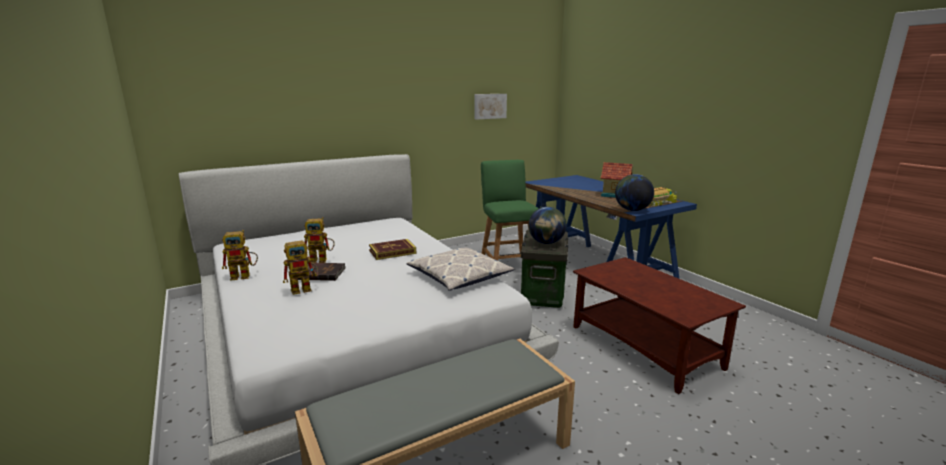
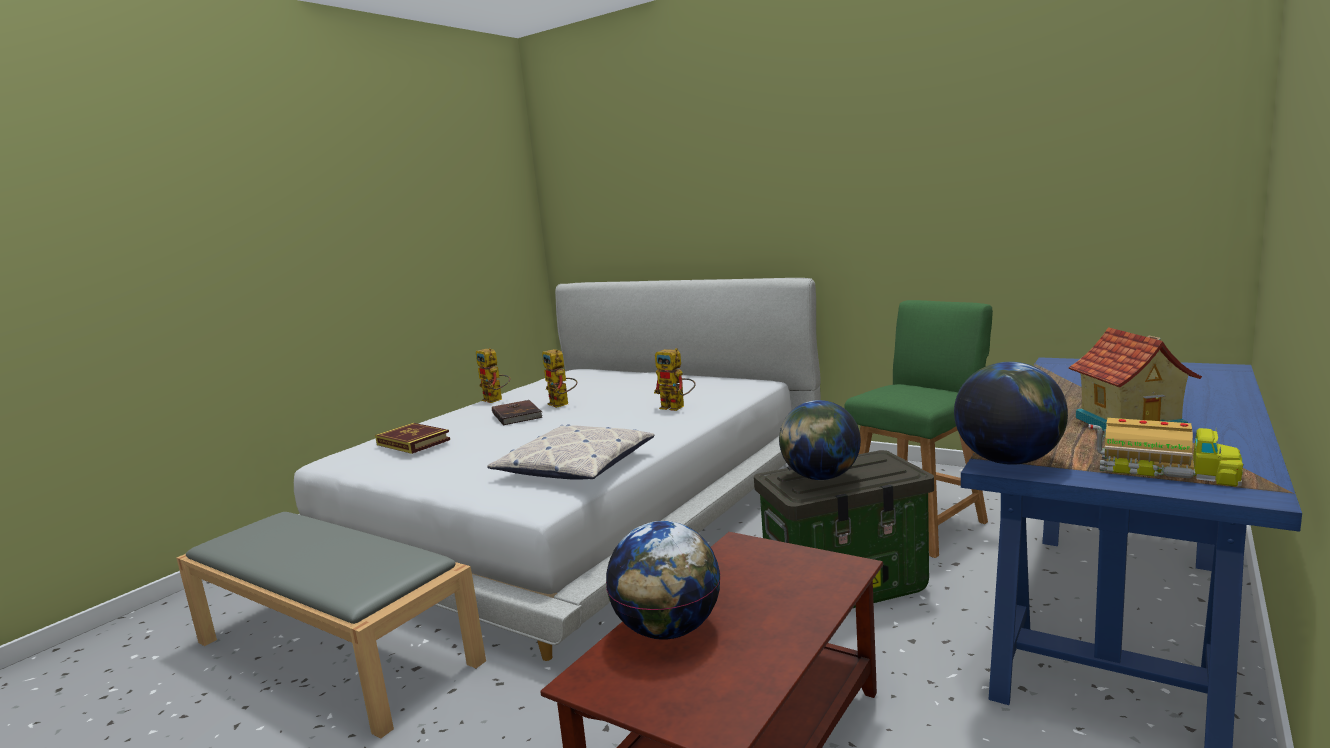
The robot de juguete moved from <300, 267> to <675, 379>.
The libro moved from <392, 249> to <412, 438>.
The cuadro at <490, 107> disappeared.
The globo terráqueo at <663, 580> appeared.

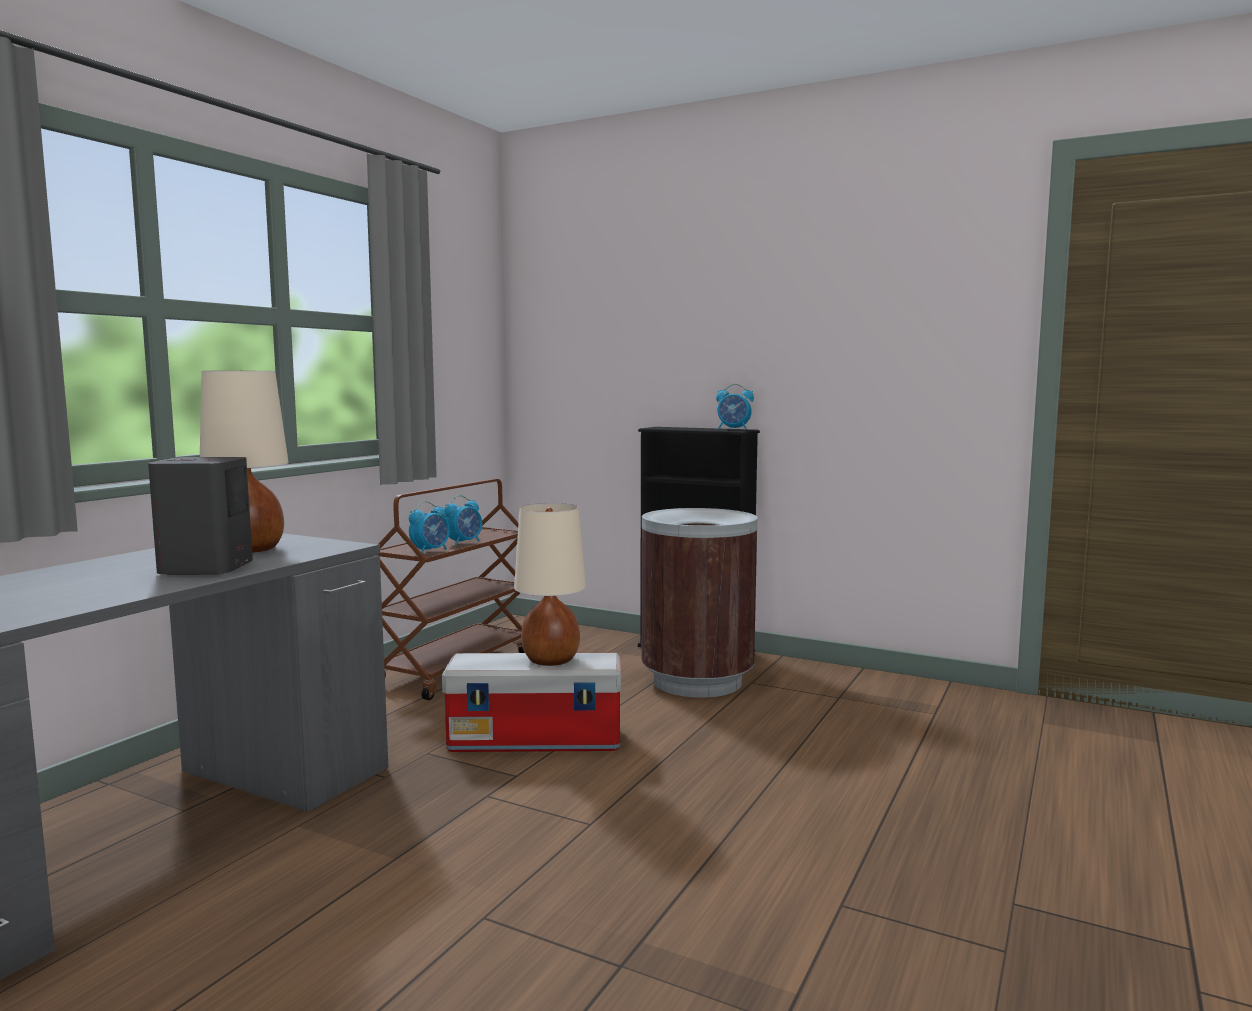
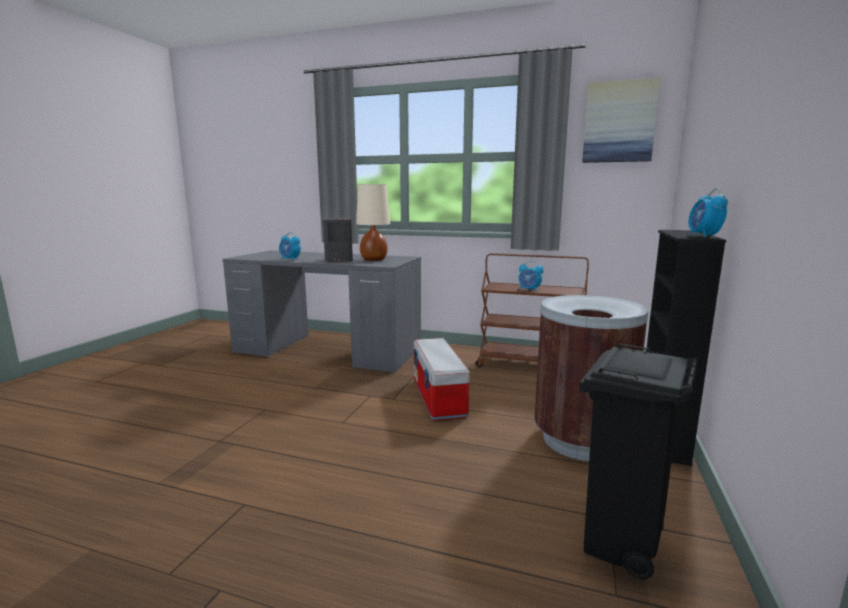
The despertador moved from <429, 527> to <290, 246>.
The lámpara de mesa (beis) at <550, 584> disappeared.
The papelera (negro) at <639, 461> appeared.
The cuadro at <621, 120> appeared.

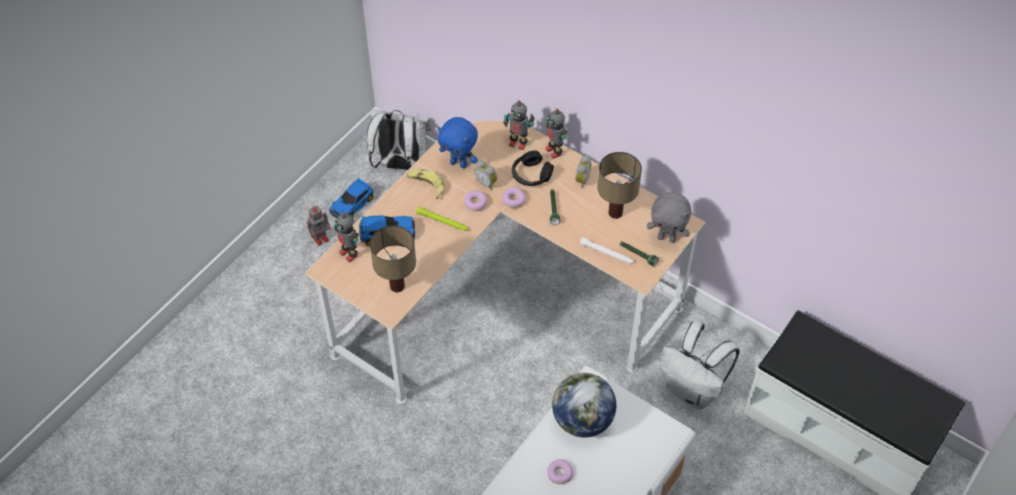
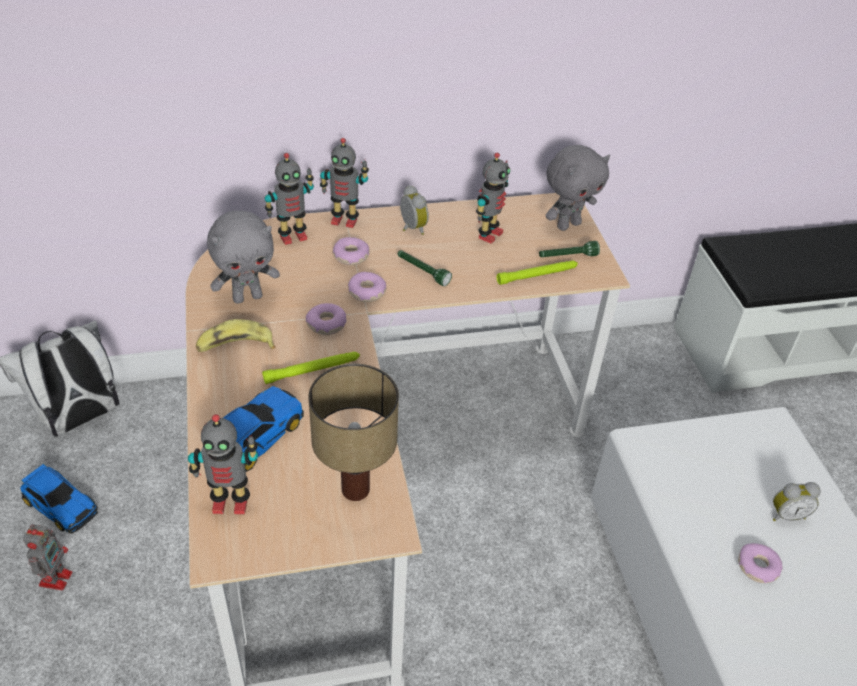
The coche de juguete at <351, 198> turned 45 degrees counterclockwise.
The peluche (azul) at <458, 142> became the peluche (gris) at <243, 257>.
The despertador moved from <485, 175> to <797, 501>.
The auriculares (negro) at <533, 168> was replaced by the rosquilla at <351, 251>.
The globo terráqueo at <584, 405> disappeared.
The linterna (blanco) at <607, 250> became the linterna (verde) at <537, 272>.
The lámpara de mesa at <619, 185> was replaced by the robot de juguete at <493, 198>.
The mochila (blanco) at <699, 365> disappeared.

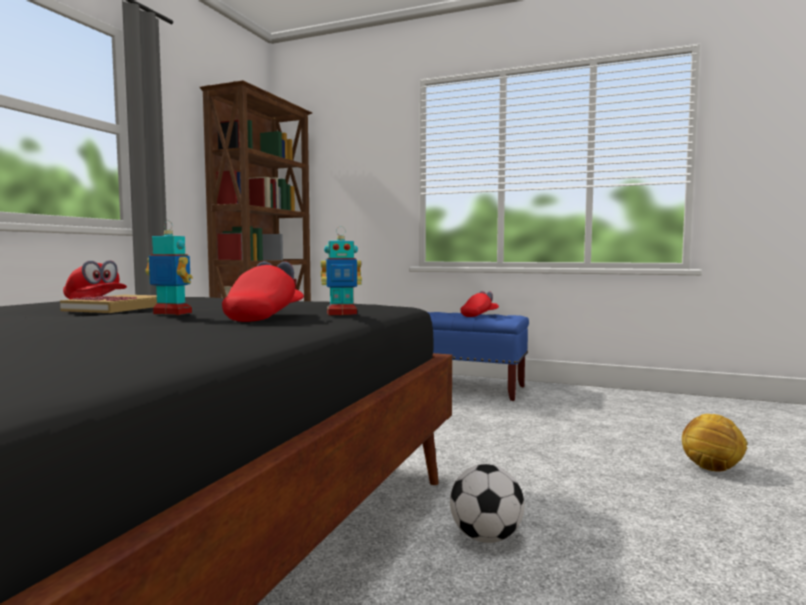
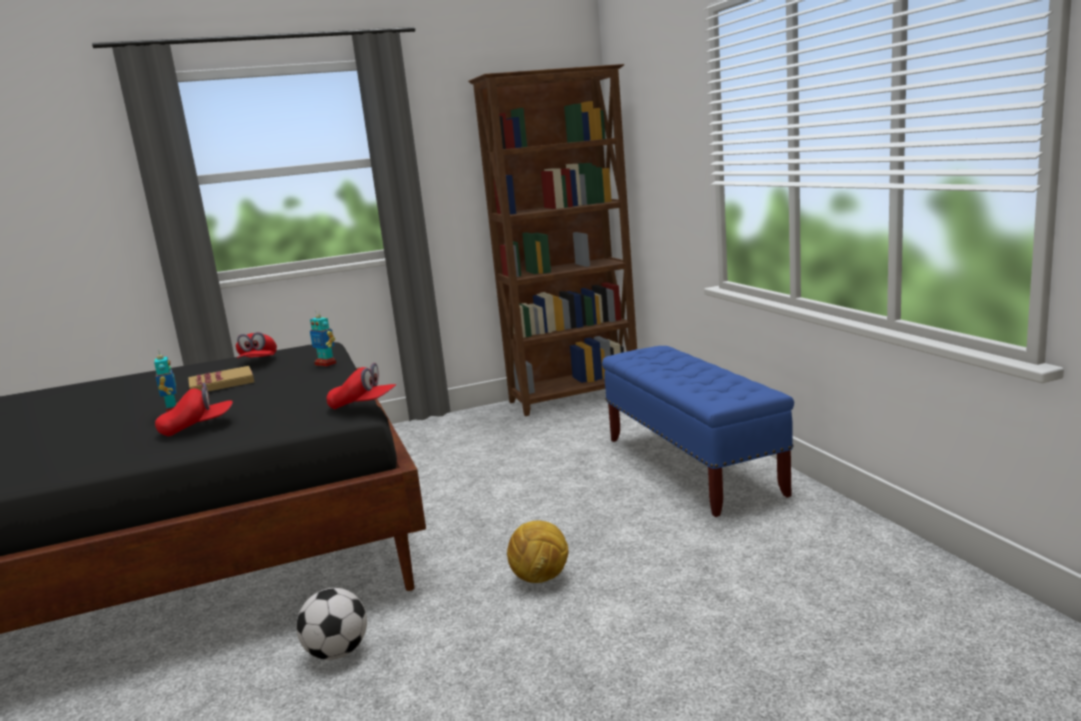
The robot de juguete moved from <341, 270> to <323, 338>.
The gorra (rojo) moved from <480, 304> to <361, 386>.
The balón de fútbol moved from <715, 443> to <537, 552>.

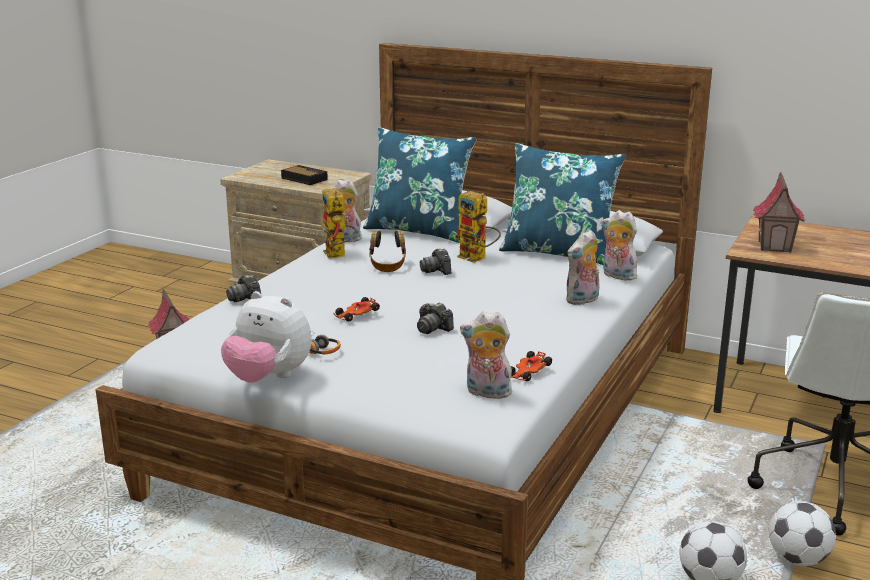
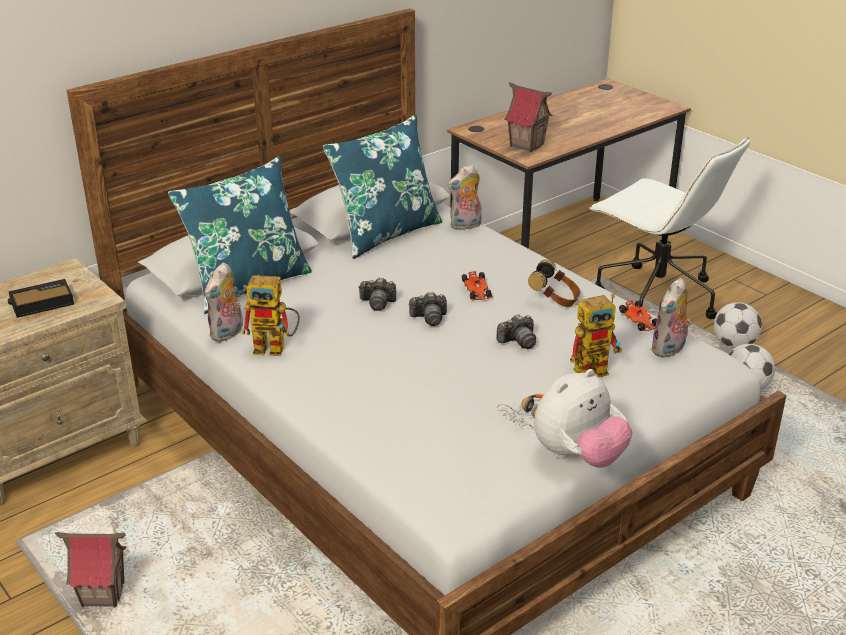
The cámara moved from <243, 288> to <427, 309>.
The coche de juguete moved from <356, 309> to <477, 285>.
The auriculares moved from <387, 251> to <554, 283>.
The robot de juguete moved from <477, 227> to <596, 335>.
The peluche at <582, 267> disappeared.

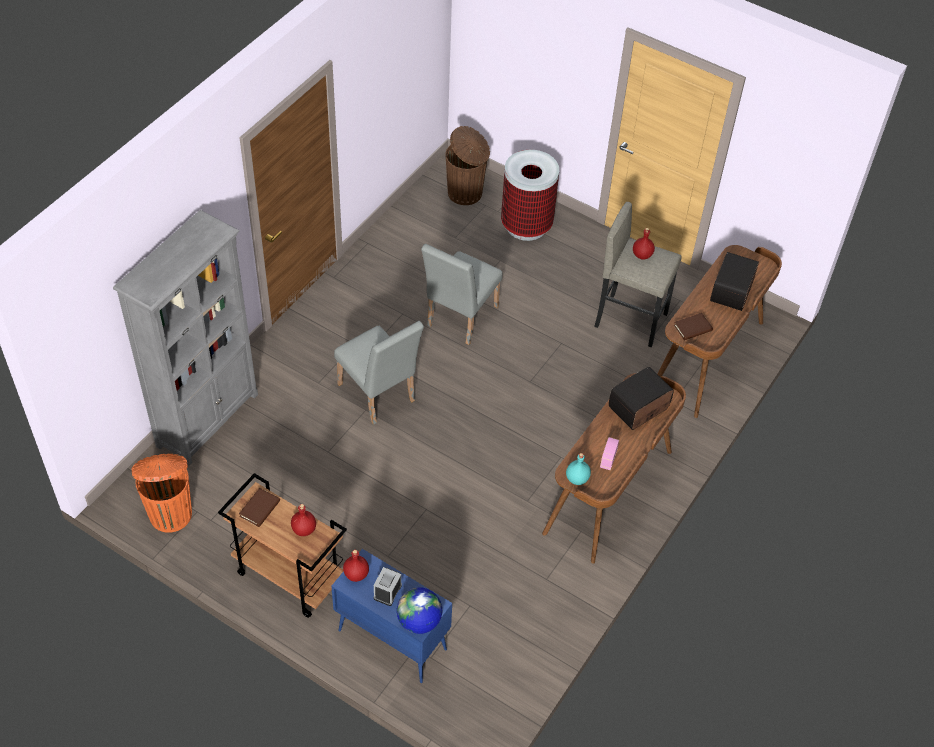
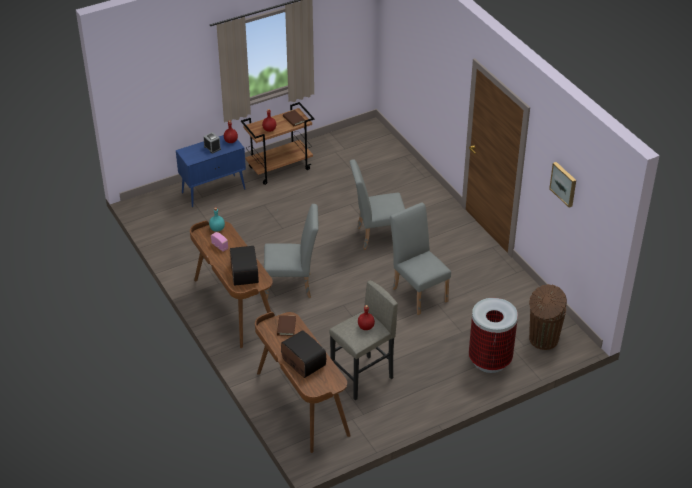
The estantería (gris) at <185, 338> disappeared.
The papelera (naranja) at <162, 493> disappeared.
The globo terráqueo at <419, 610> disappeared.
The silla (gris) at <291, 251> appeared.
The cuadro at <562, 185> appeared.

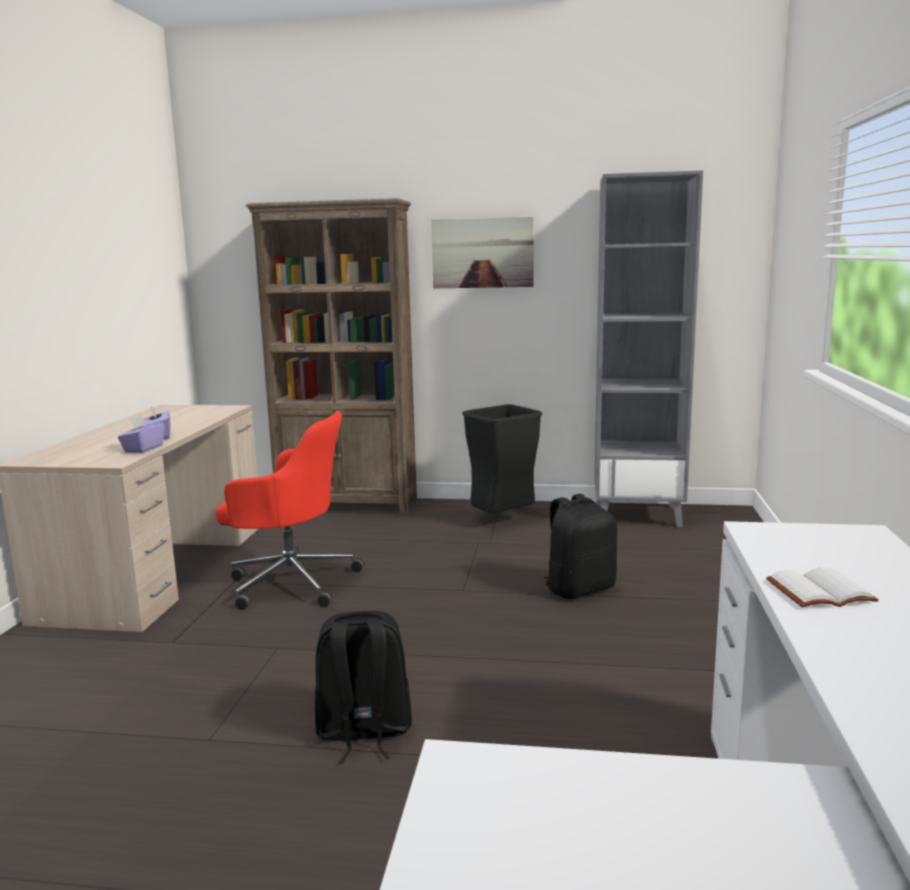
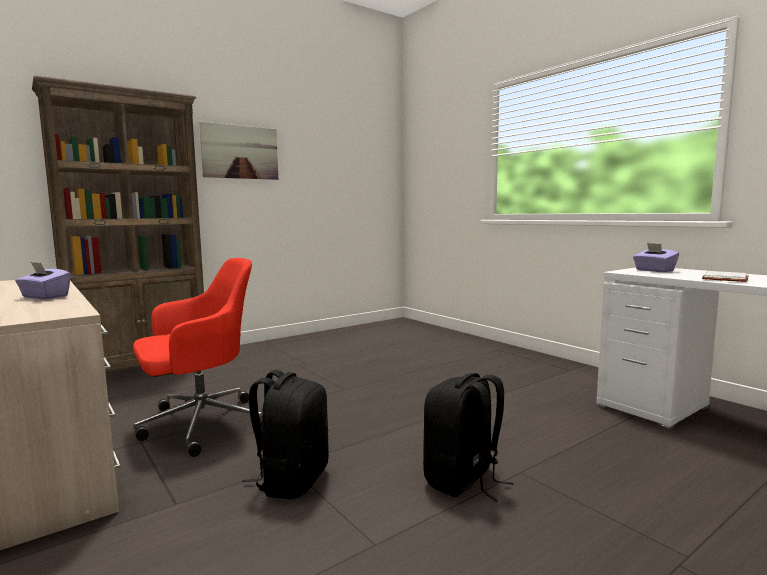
The caja de pañuelos (morado) moved from <141, 434> to <656, 257>.
The papelera (negro) at <502, 459> disappeared.
The mochila (negro) moved from <580, 546> to <285, 434>.
The estantería (gris) at <649, 348> disappeared.

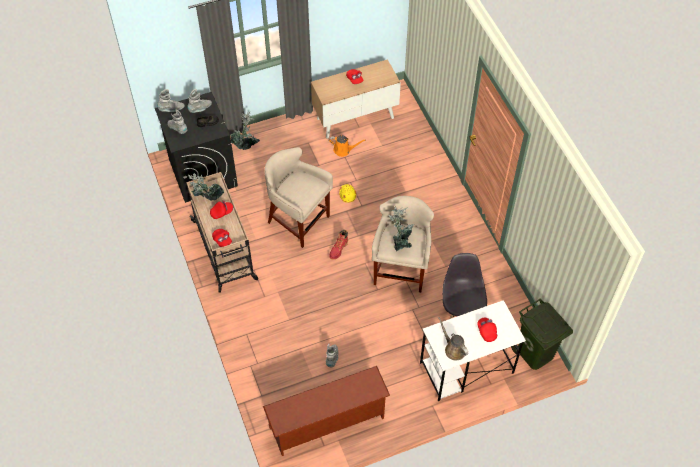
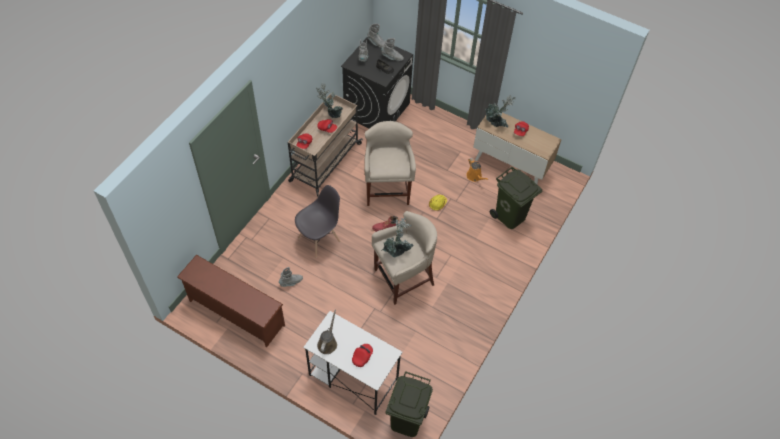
The planta en maceta moved from <245, 131> to <500, 111>.
The silla (gris) moved from <464, 286> to <318, 221>.
The papelera (verde) at <516, 198> appeared.

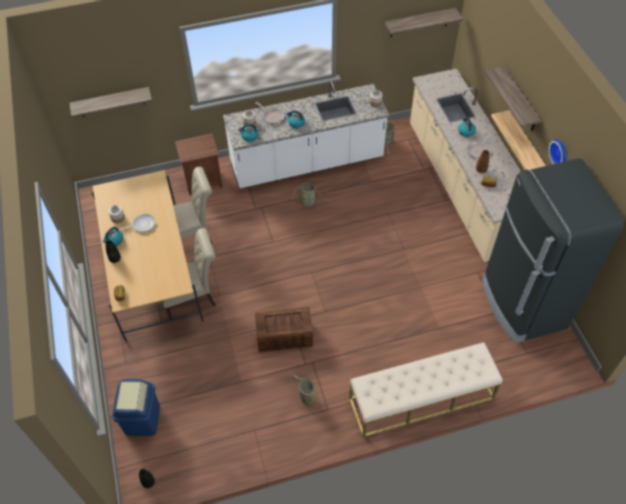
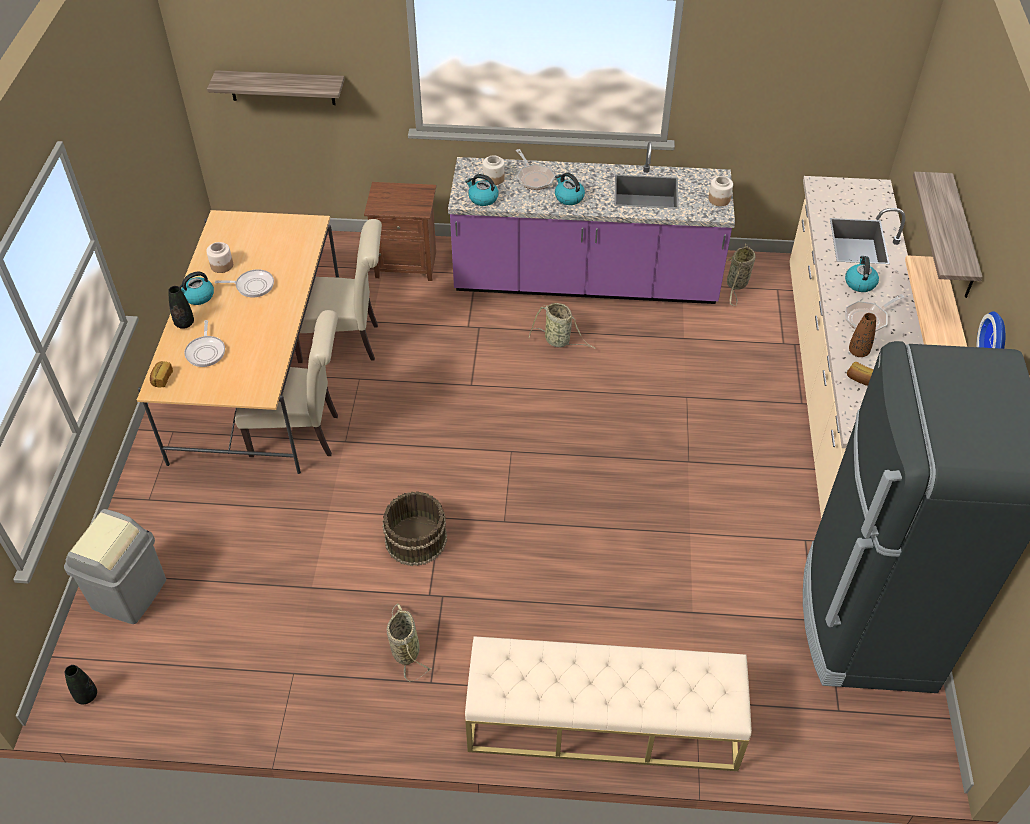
The papelera (azul) at <136, 407> became the papelera (gris) at <115, 566>.
The mueble bajo de cocina (blanco) at <306, 135> became the mueble bajo de cocina (morado) at <591, 223>.
The caja de embalaje at <284, 329> was replaced by the cubo (marrón) at <414, 528>.
The estante at <424, 22> disappeared.
The sartén at <204, 343> appeared.

